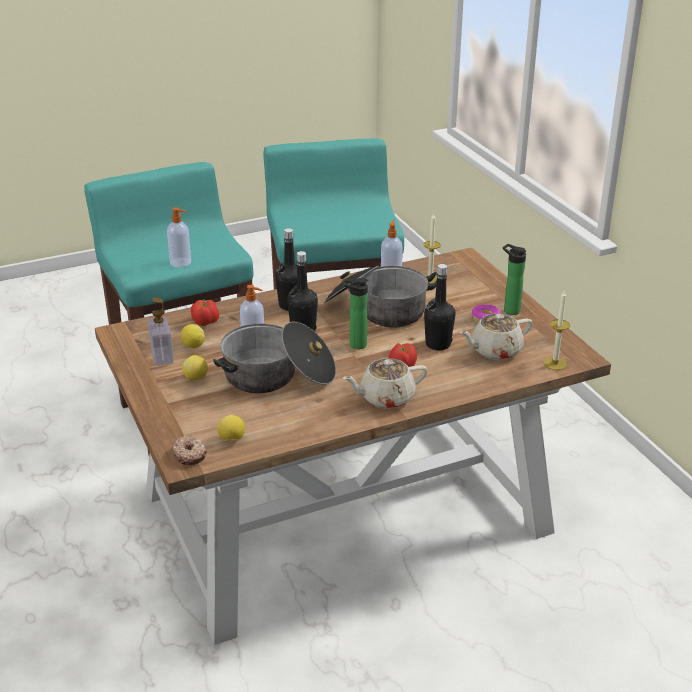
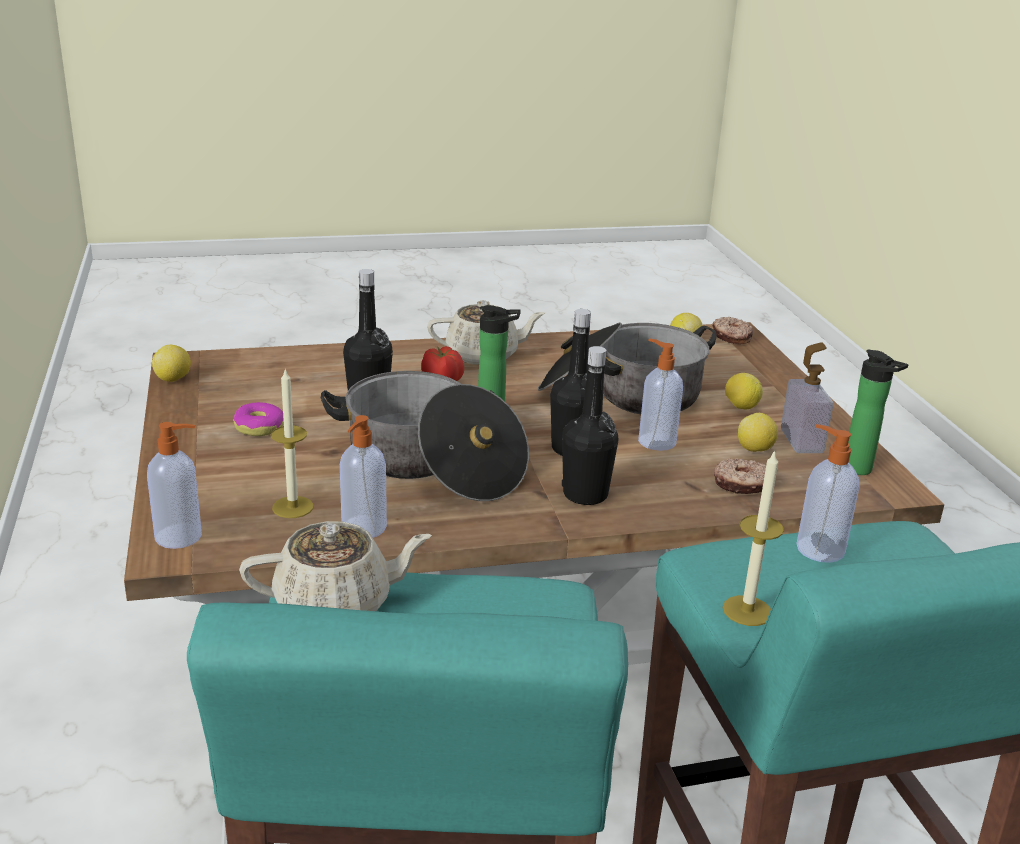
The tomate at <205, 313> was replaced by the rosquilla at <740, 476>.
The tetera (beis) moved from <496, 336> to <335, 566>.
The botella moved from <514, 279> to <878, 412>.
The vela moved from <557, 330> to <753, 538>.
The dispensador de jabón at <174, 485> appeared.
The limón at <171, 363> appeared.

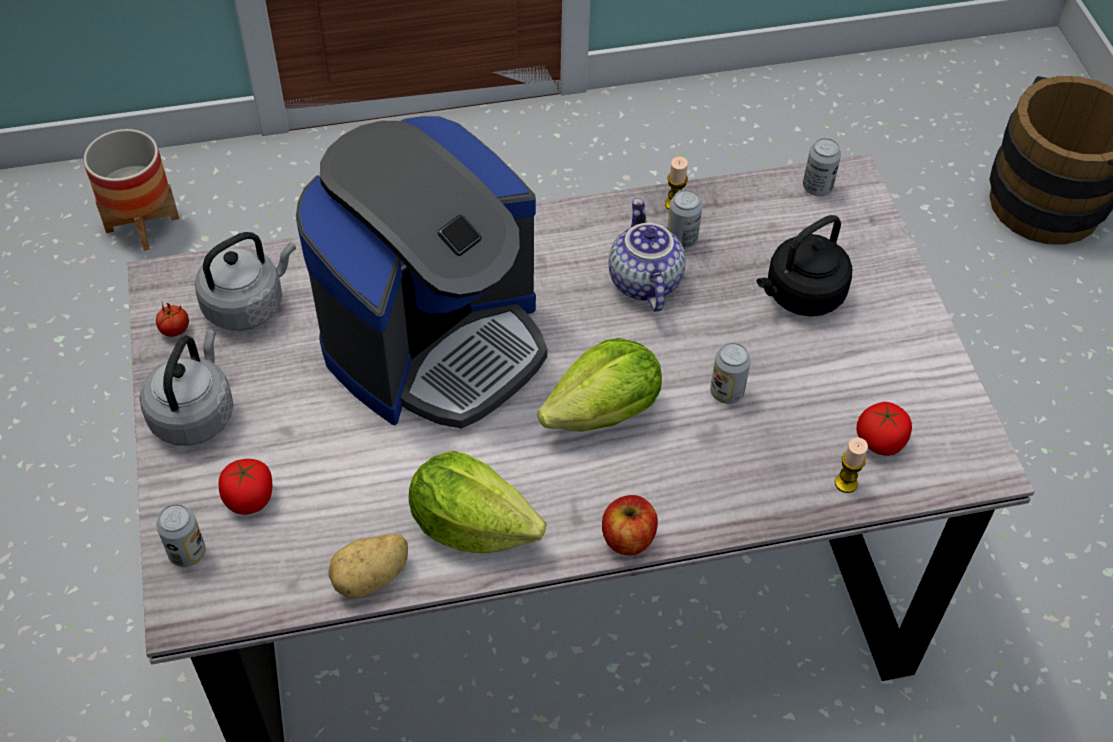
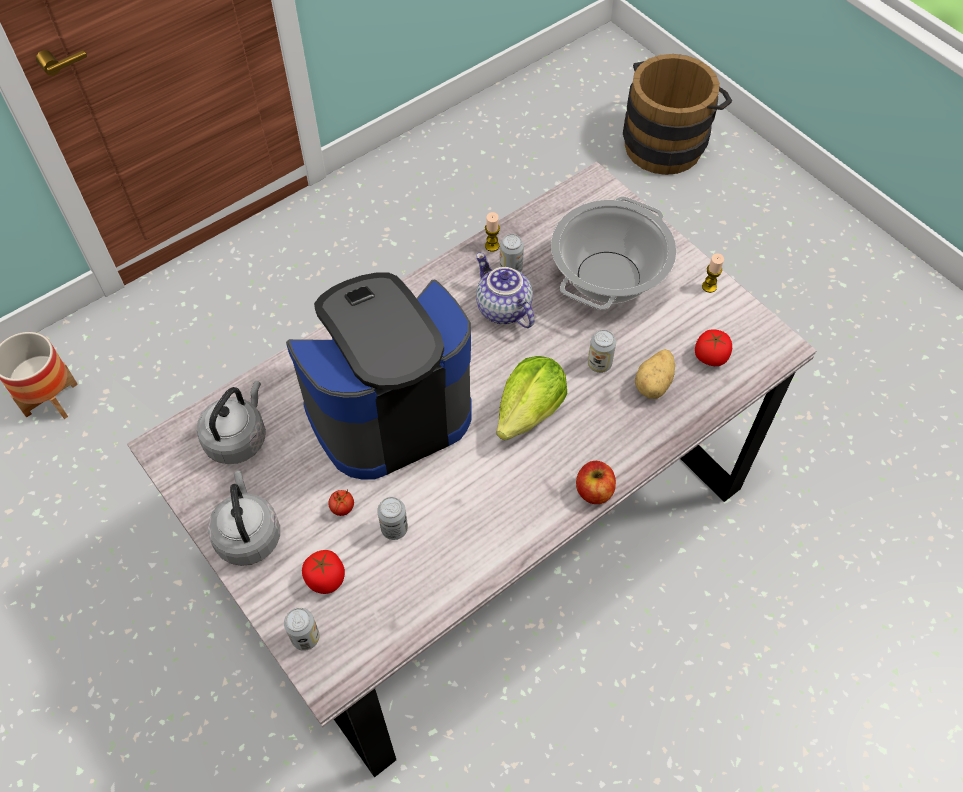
The tomate moved from <172, 319> to <341, 503>.
The cafetera at <421, 272> turned 135 degrees counterclockwise.
The patata moved from <368, 566> to <655, 374>.
The lechuga at <477, 502> disappeared.
The hervidor (negro) at <804, 266> was replaced by the olla at <614, 253>.
The lata moved from <822, 167> to <392, 518>.
The vela moved from <851, 465> to <713, 273>.

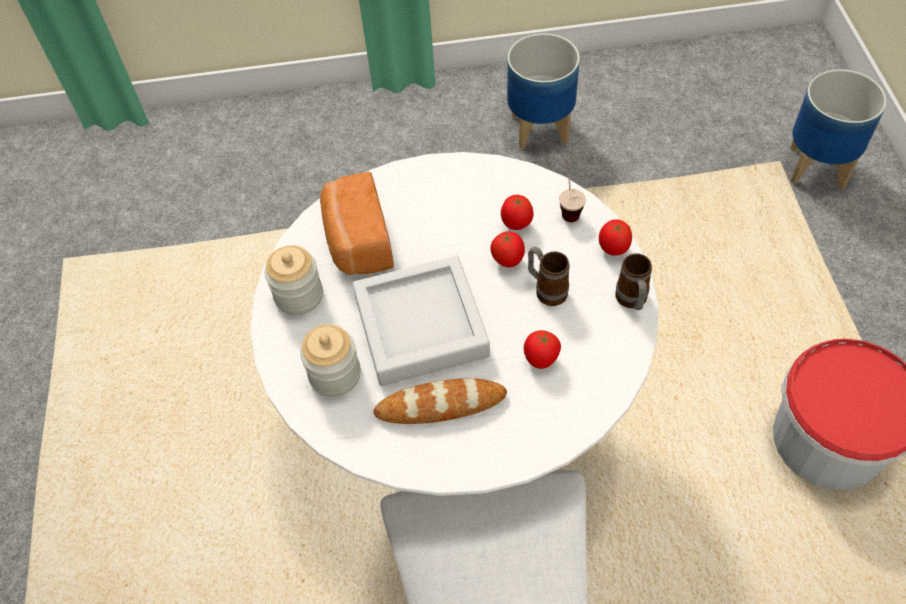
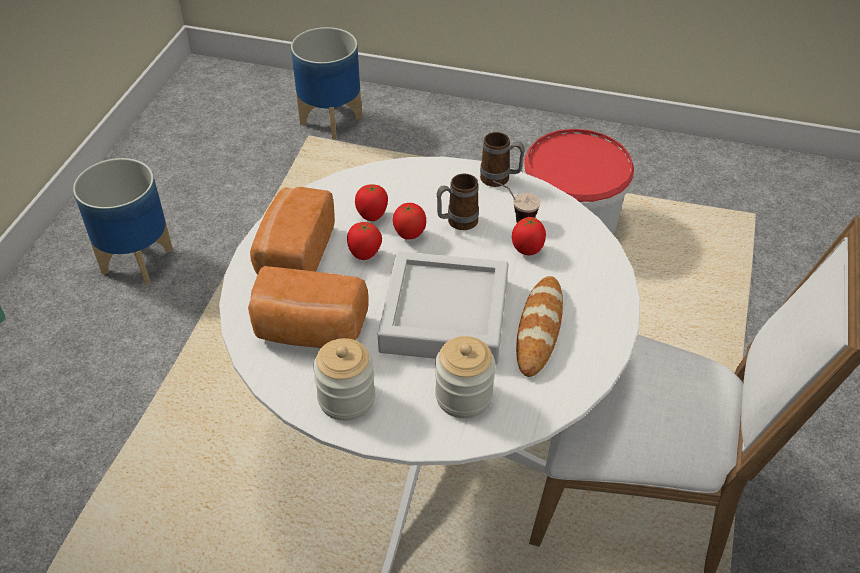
The taza moved from <572, 191> to <517, 202>.
The tomate moved from <615, 237> to <364, 241>.
The pan at <292, 231> appeared.

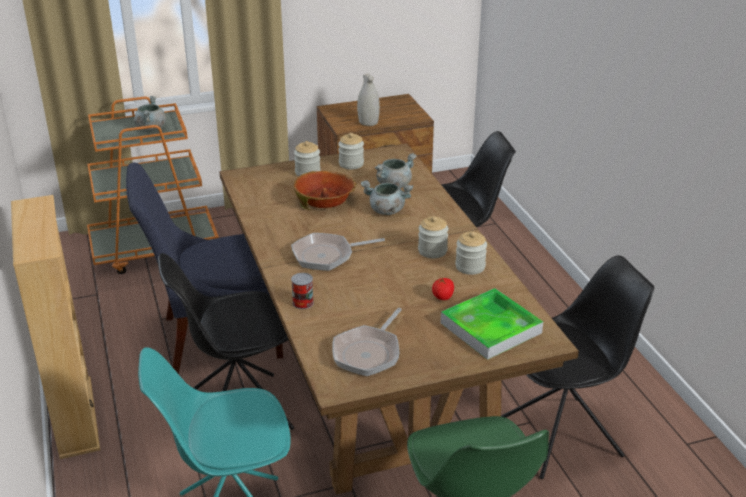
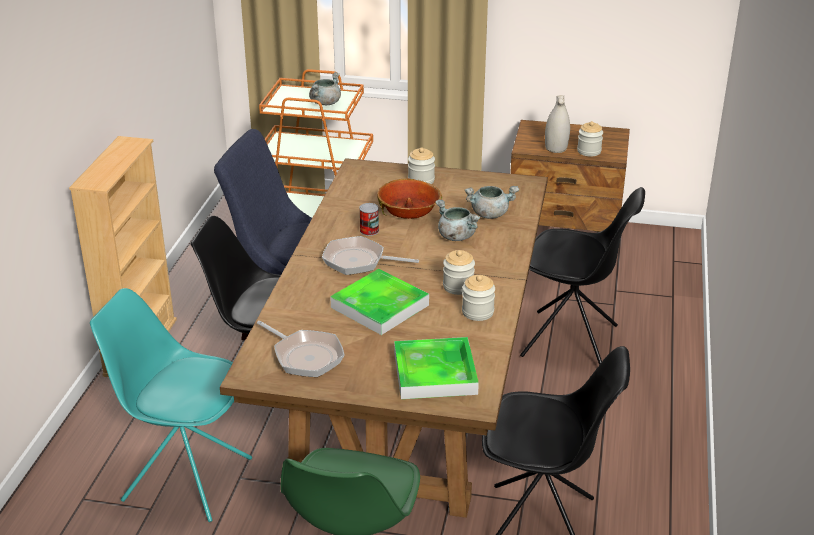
The lata moved from <302, 291> to <369, 219>.
The sartén at <367, 342> turned 105 degrees counterclockwise.
The tarro moved from <351, 151> to <590, 139>.
The tomate at <443, 289> disappeared.
The bandeja at <379, 302> appeared.

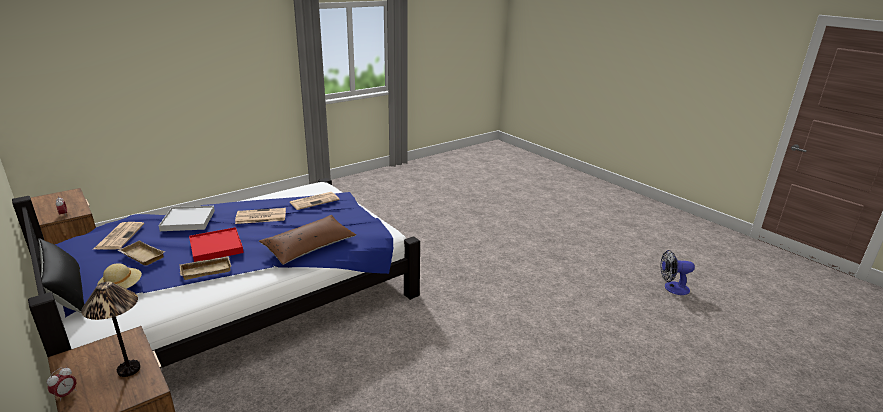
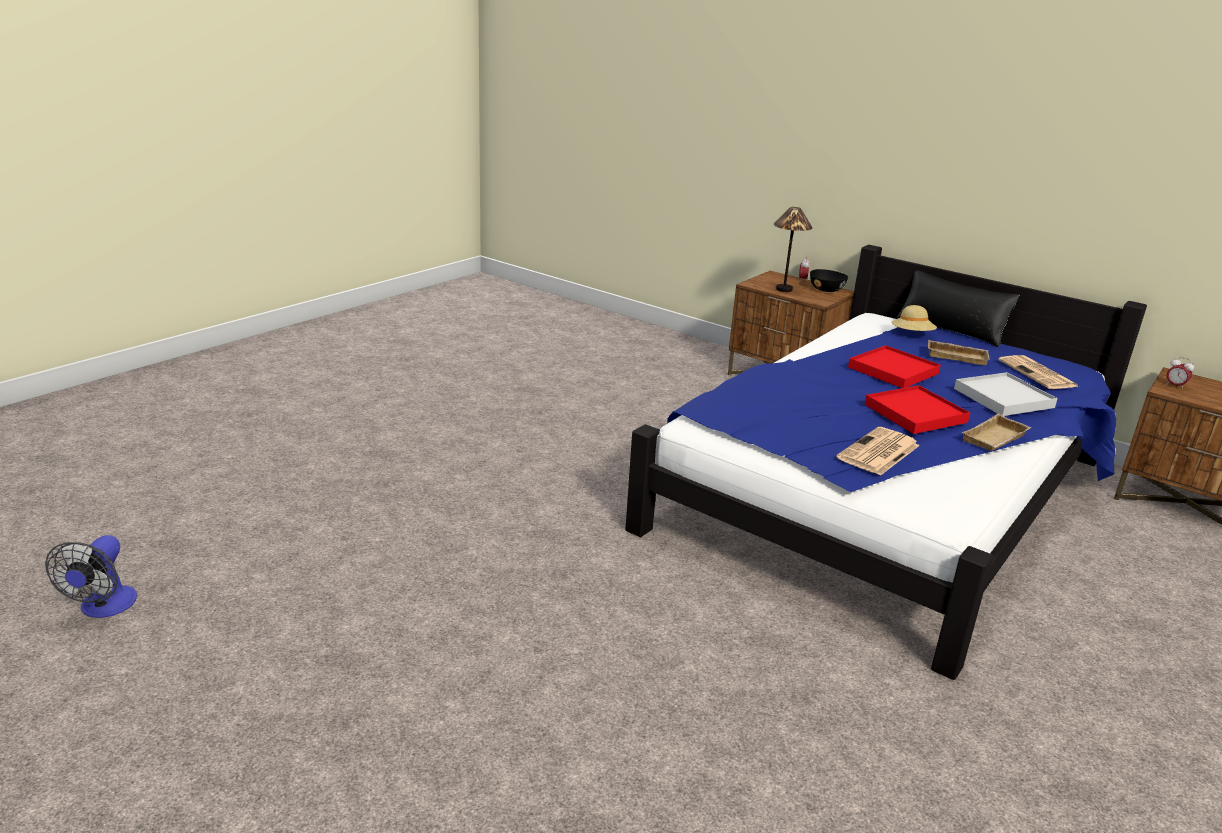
The bandeja (beis) moved from <205, 268> to <996, 432>.
The periódico at <260, 216> was replaced by the bandeja (rojo) at <917, 409>.
The cojín (marrón) at <307, 240> disappeared.
The ventilador at <677, 272> turned 105 degrees clockwise.
The cuenco (negro) at <829, 280> appeared.

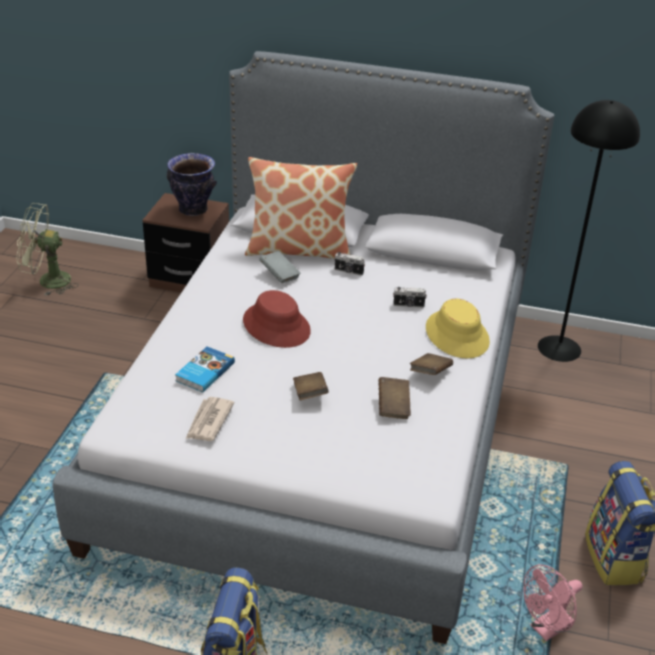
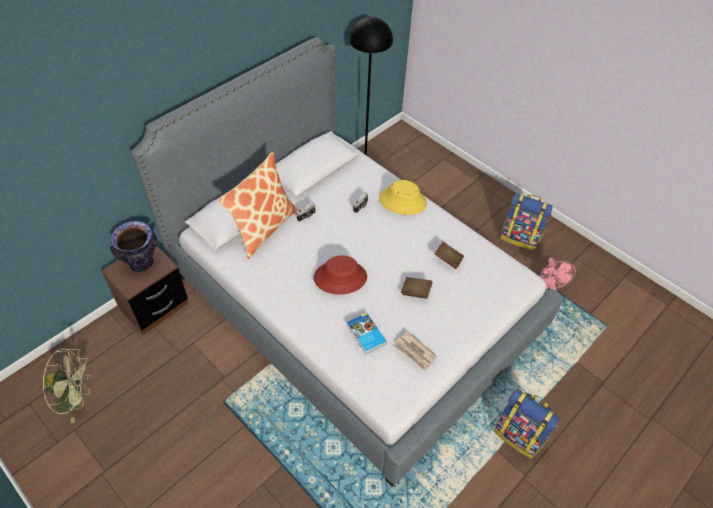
The ventilador (verde) at <48, 249> turned 120 degrees counterclockwise.
The libro (gris) at <280, 267> disappeared.
The libro (marrón) at <431, 364> disappeared.

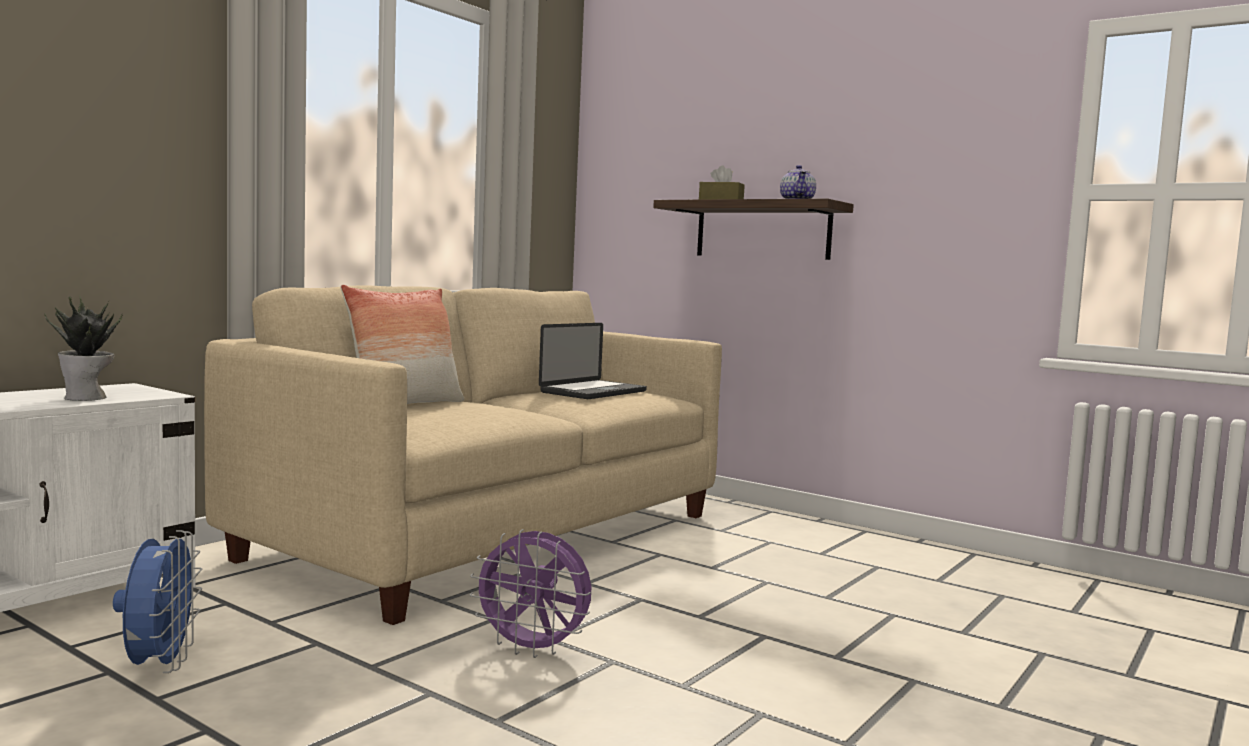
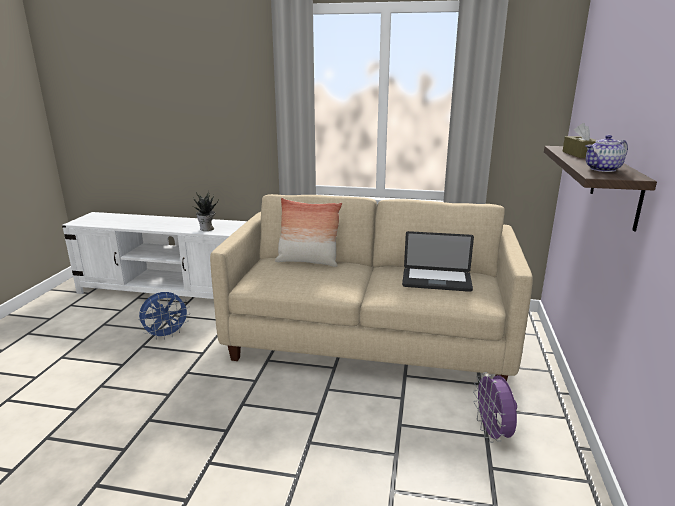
The ventilador (morado) moved from <531, 593> to <495, 407>.

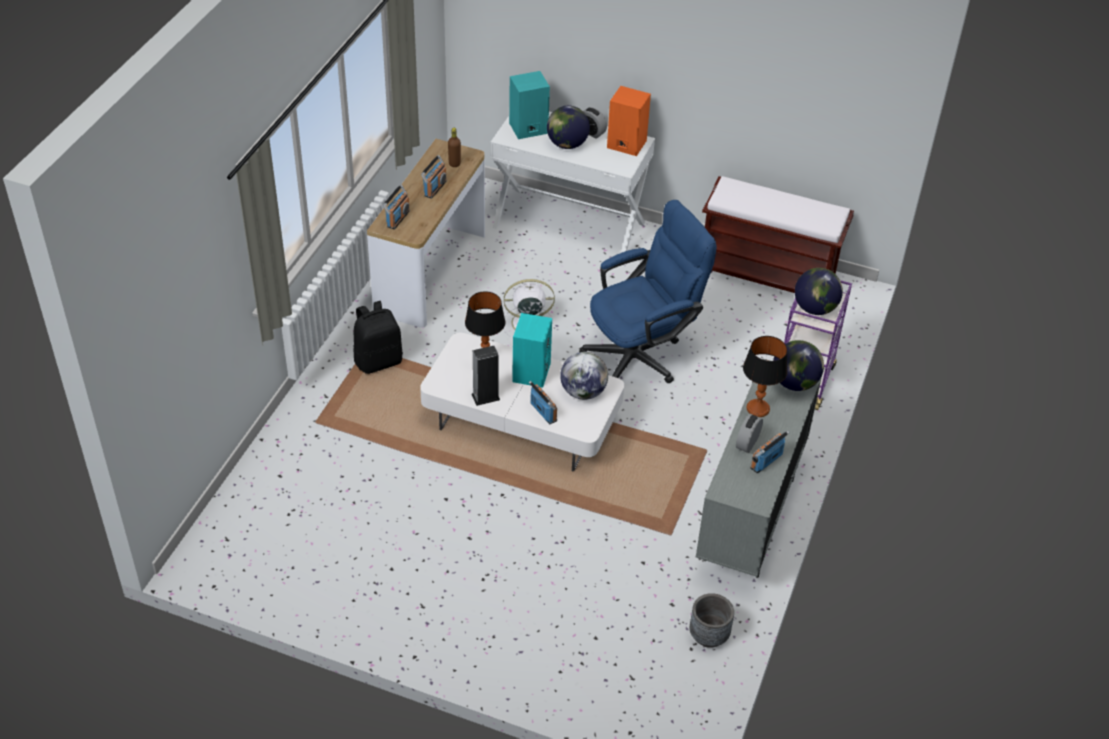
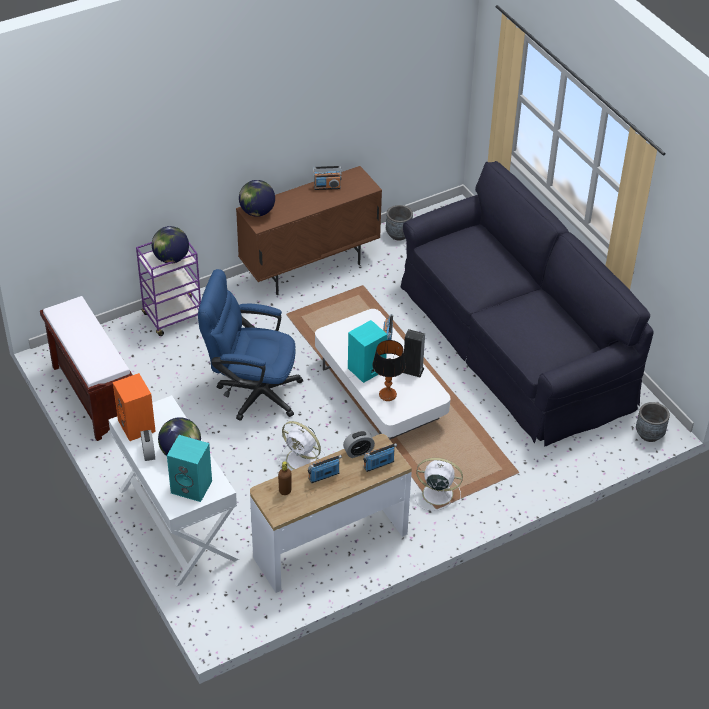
The mochila (negro) at <378, 337> was replaced by the ventilador (blanco) at <438, 484>.
The globo terráqueo at <584, 376> disappeared.
The armario (gris) at <759, 468> became the armario (marrón) at <309, 230>.
The despertador moved from <749, 433> to <359, 444>.
The lámpara de mesa at <765, 376> disappeared.
The sofá (negro) at <527, 304> appeared.
The maceta (gris) at <653, 422> appeared.

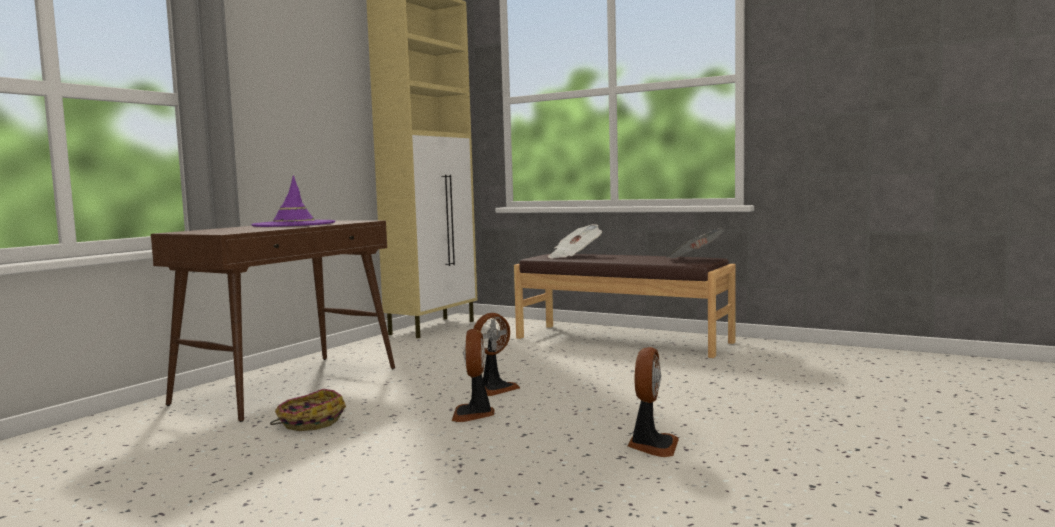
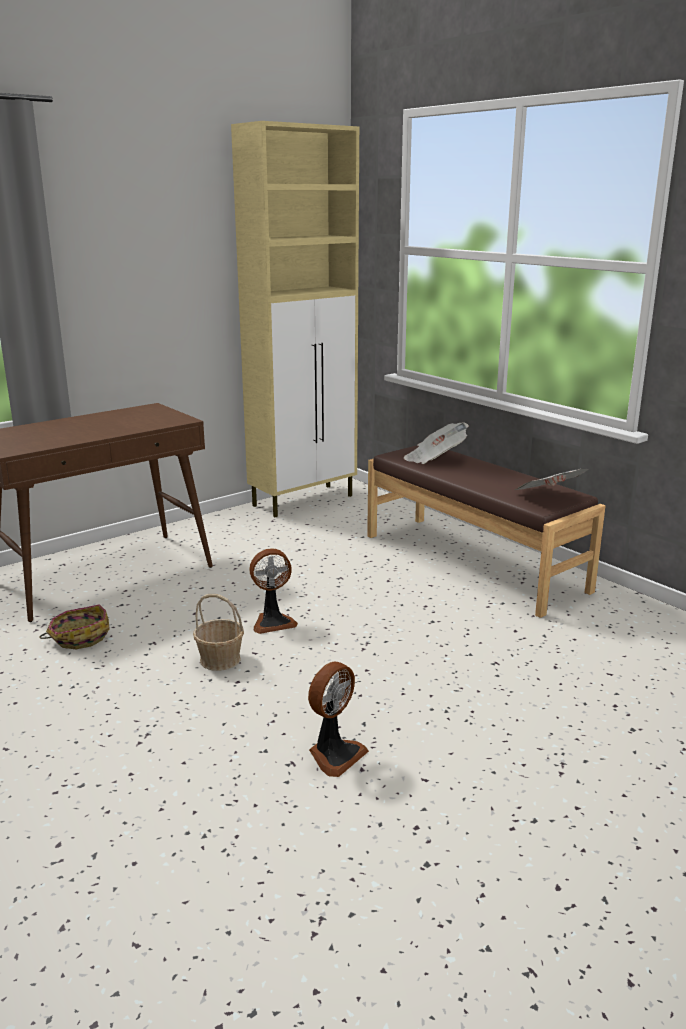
The sombrero (morado) at <293, 201> disappeared.
The ventilador at <473, 375> was replaced by the cesta at <218, 632>.

